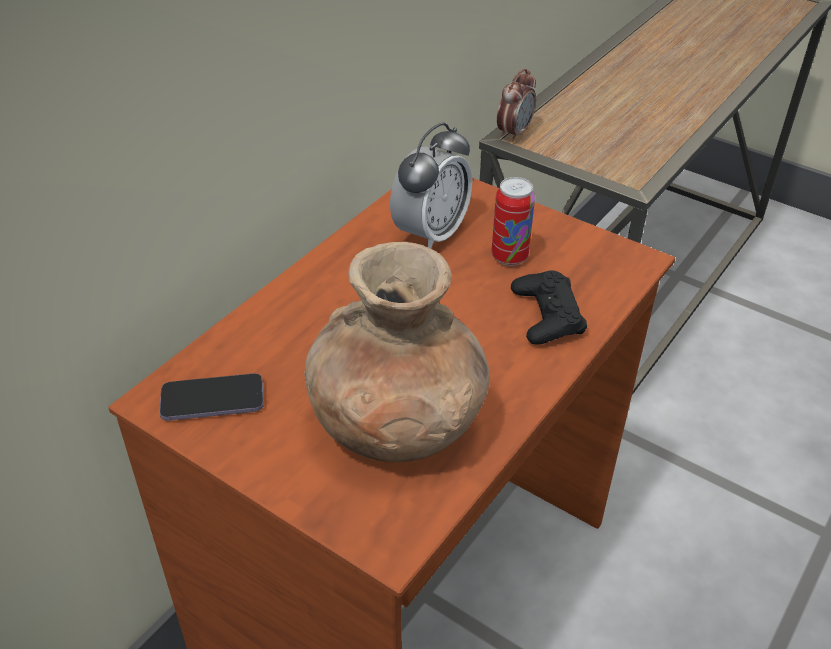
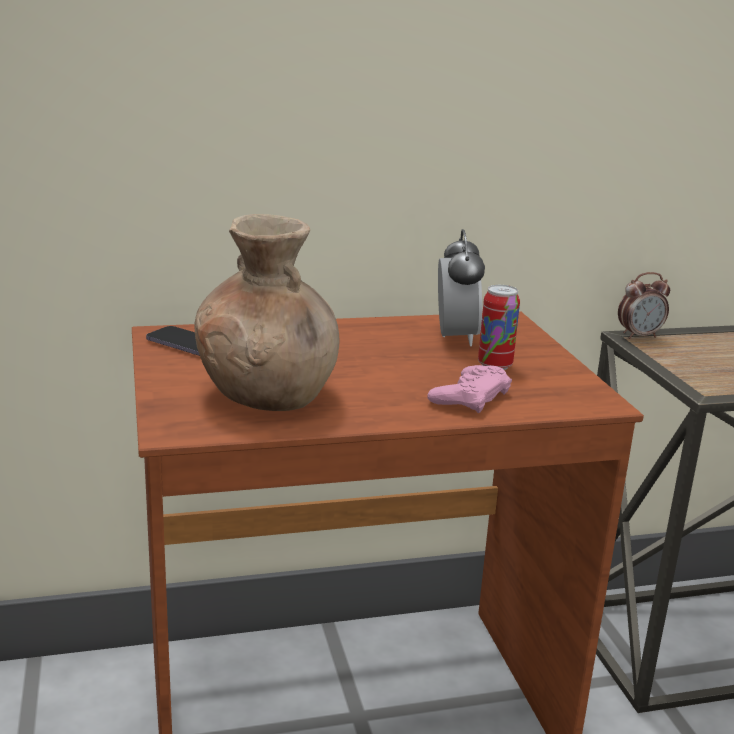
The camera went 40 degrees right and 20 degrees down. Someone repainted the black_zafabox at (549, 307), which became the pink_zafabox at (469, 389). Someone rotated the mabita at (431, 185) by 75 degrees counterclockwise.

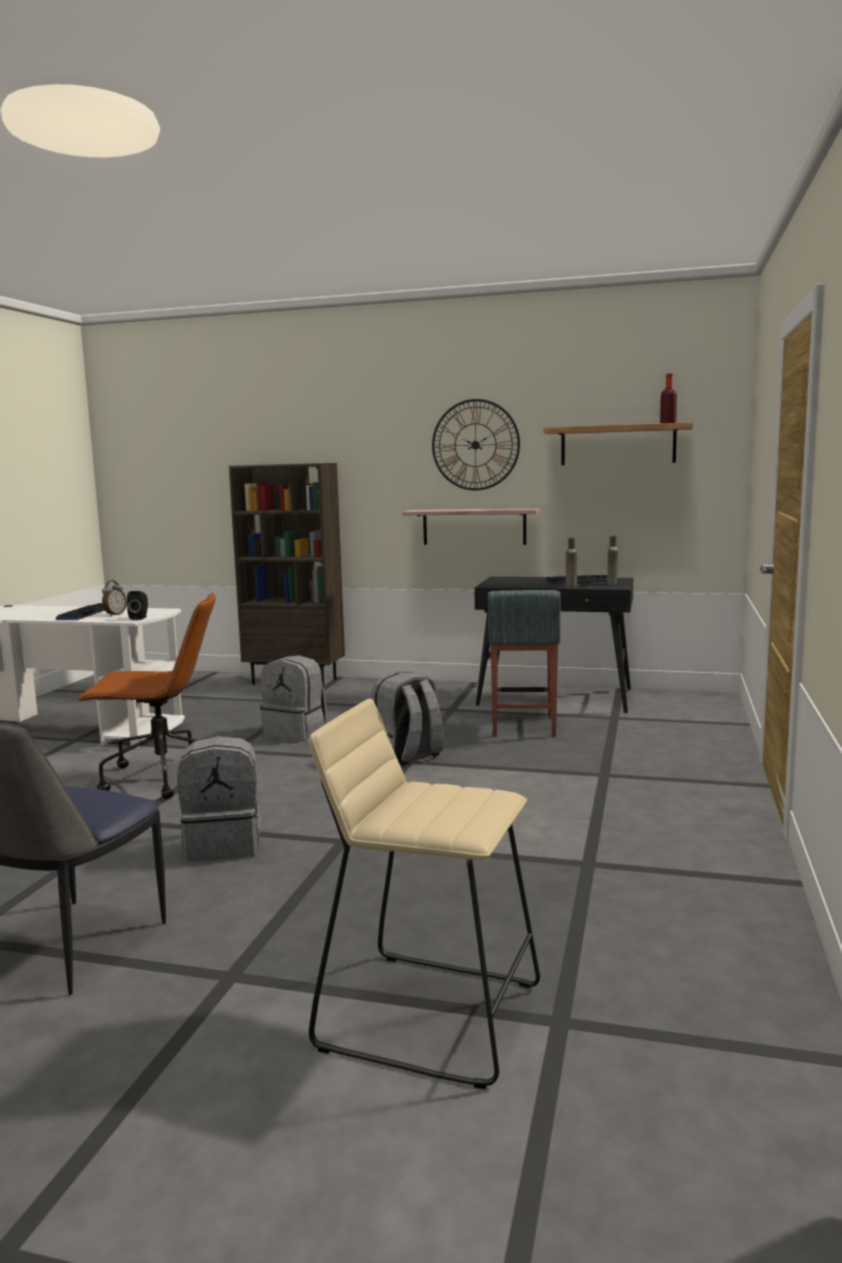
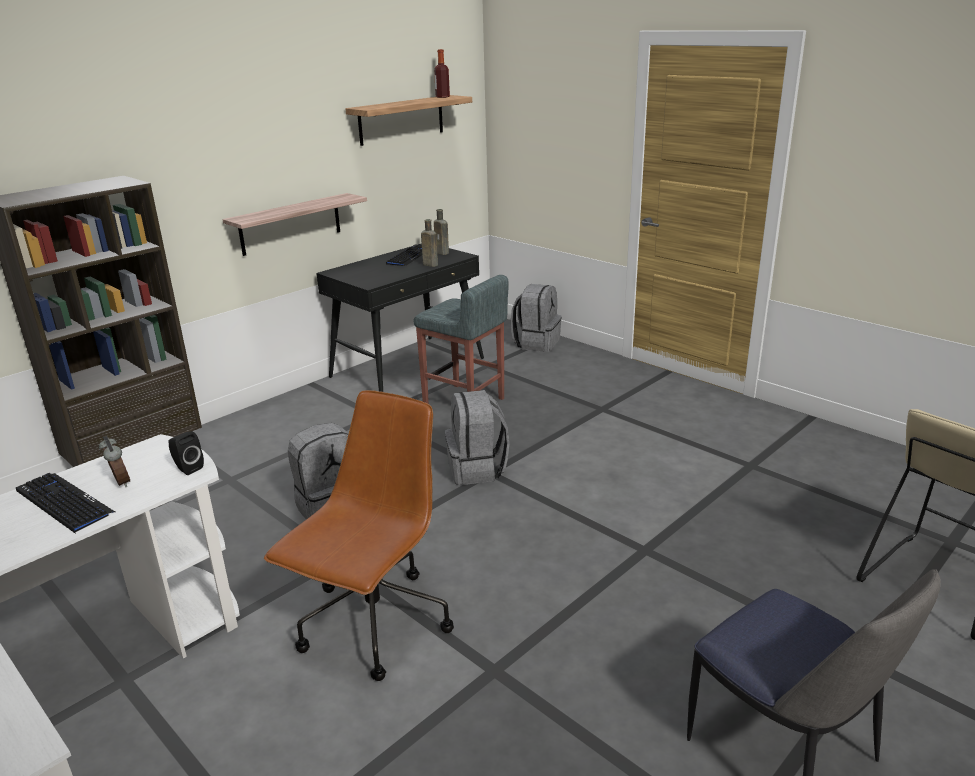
The camera went 60 degrees left and 15 degrees up. Someone took away the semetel at (476, 445). Someone carried the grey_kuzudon from (219, 798) to (536, 318).

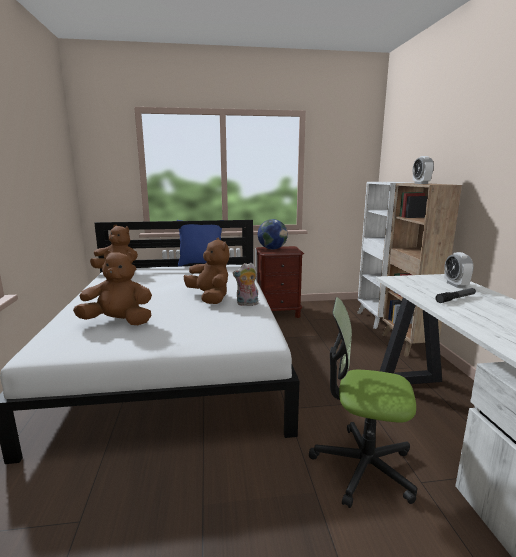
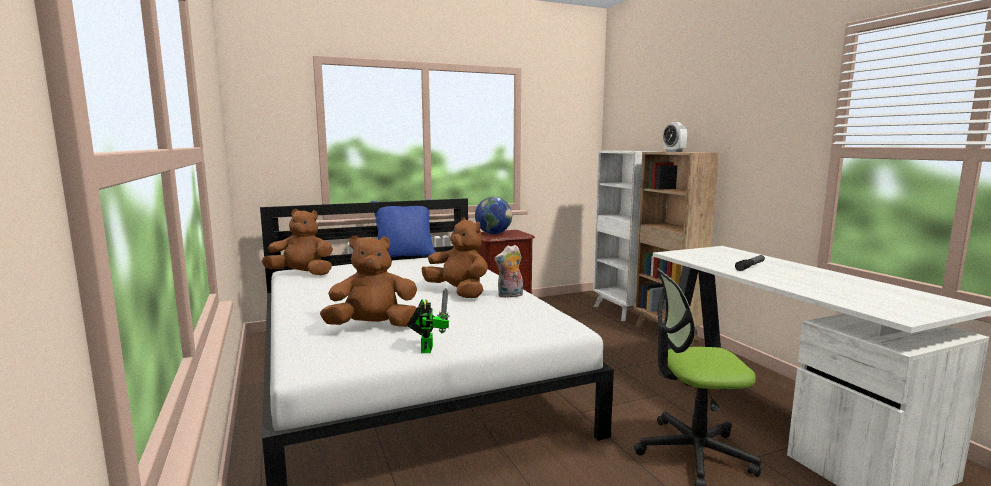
The camera went 15 degrees left and 5 degrees down. Someone took away the mabita at (459, 270). Someone put down the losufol at (428, 320).

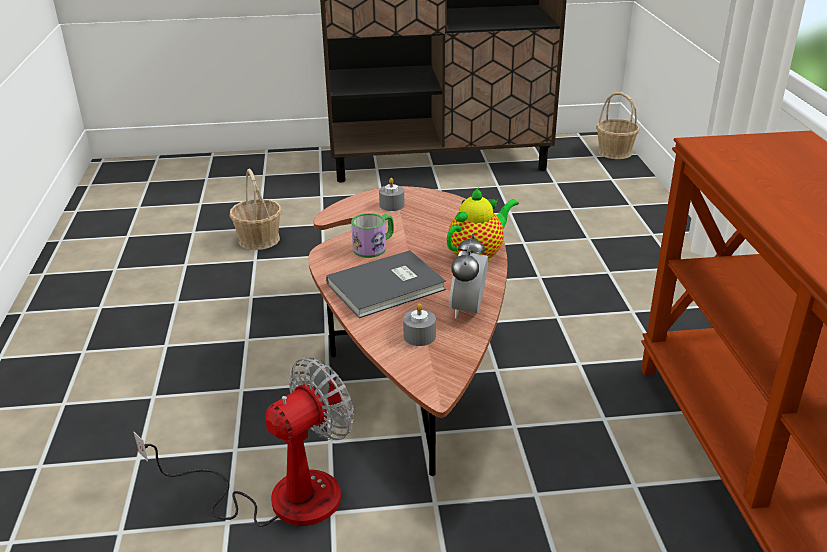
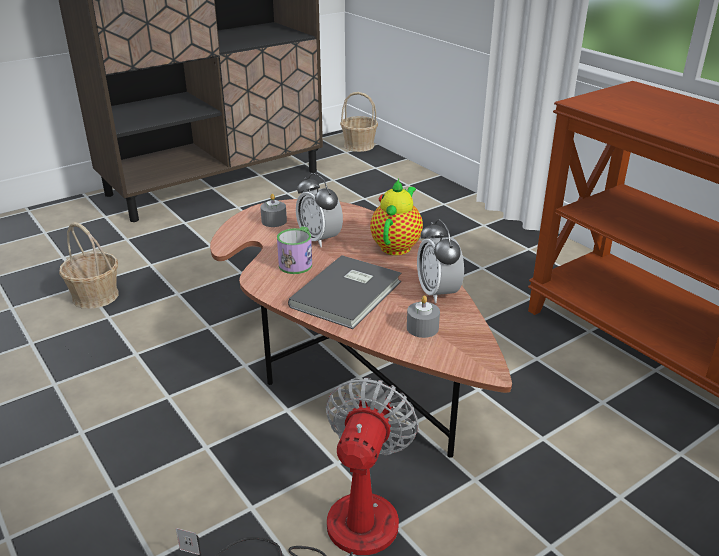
The camera went 30 degrees left and 0 degrees up. Someone put down the mabita at (319, 210).

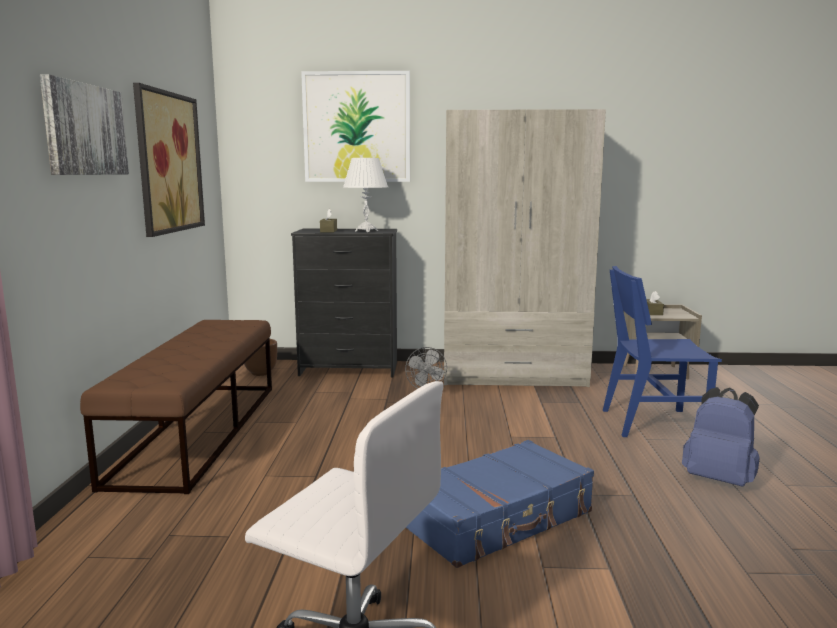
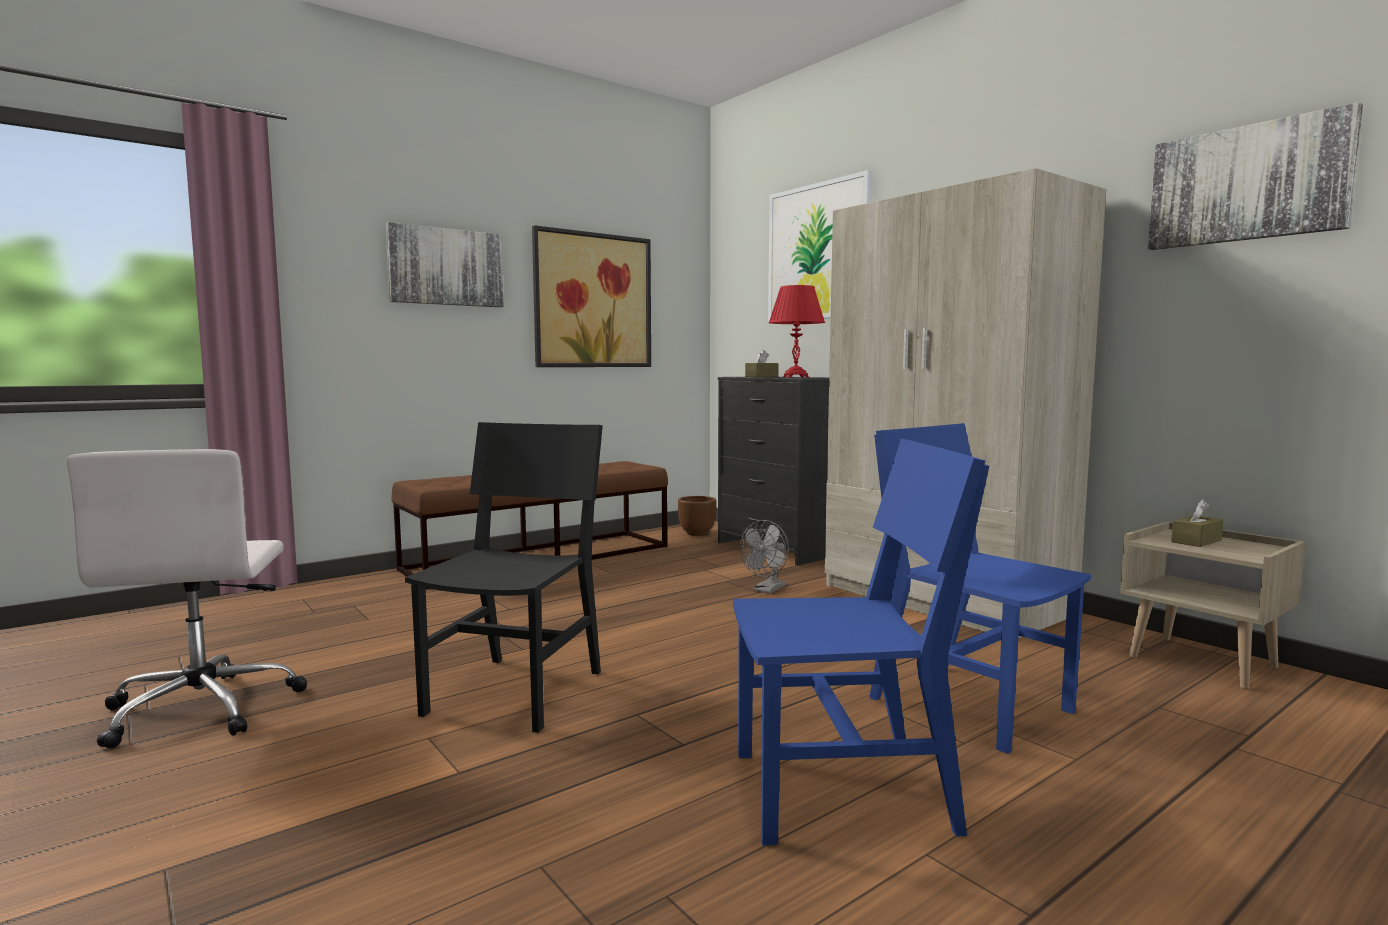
The camera went 50 degrees right and 5 degrees down. Someone put up the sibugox at (1255, 176). Someone swapped the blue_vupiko at (500, 504) for the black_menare at (504, 577). Someone swapped the blue_kuzudon at (721, 436) for the blue_menare at (861, 642). Someone repainted the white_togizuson at (365, 195), which became the red_togizuson at (797, 331).

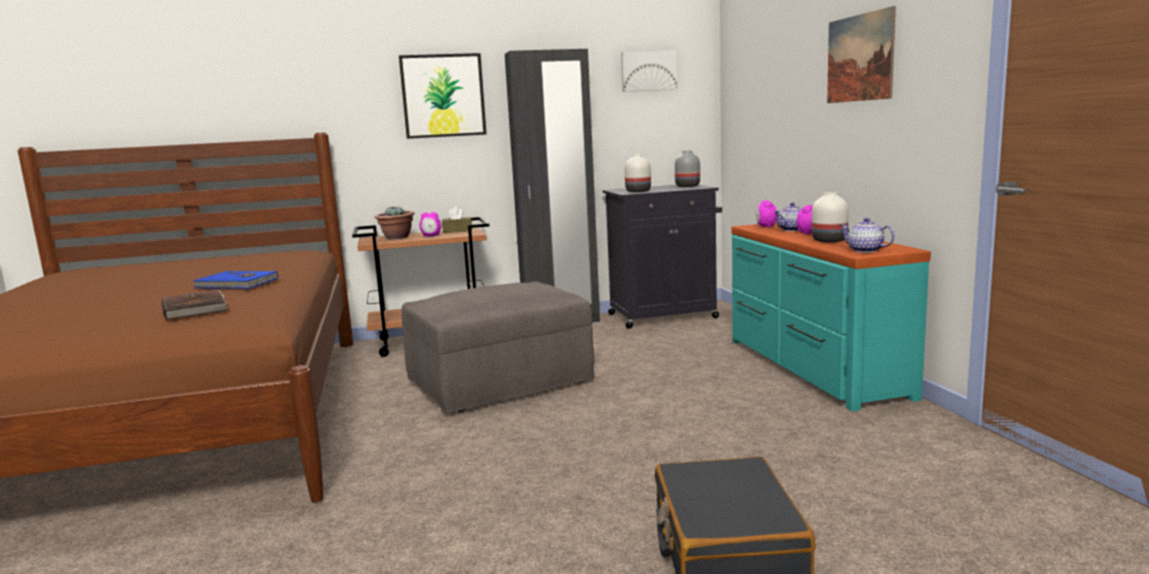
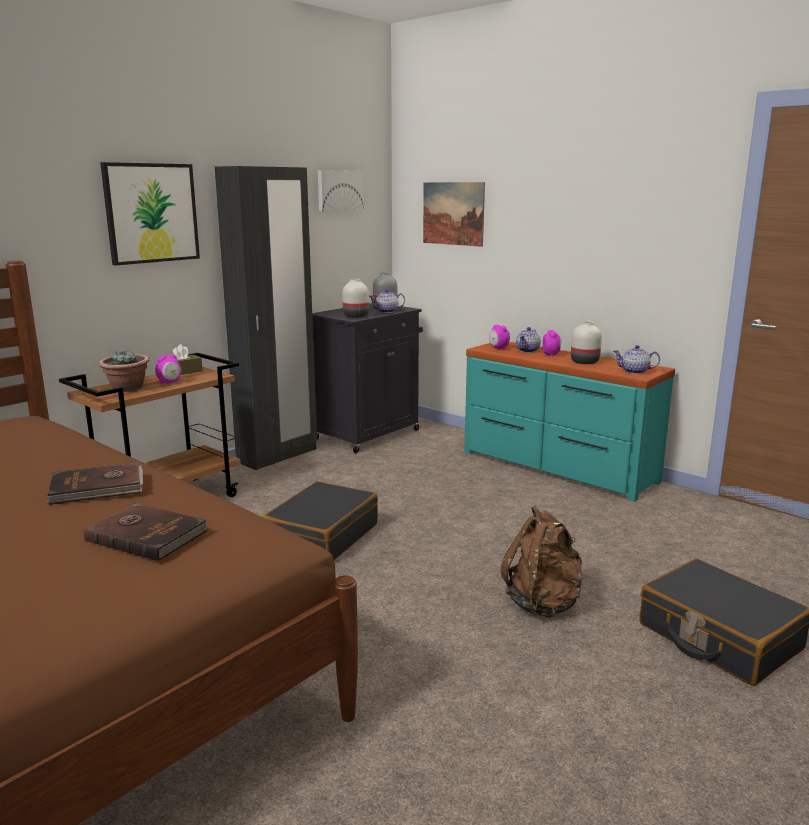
The camera went 35 degrees left and 5 degrees up. Someone put down the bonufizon at (387, 301). Someone put down the brown_kuzudon at (542, 562). Someone carried the sibugox from (861, 54) to (454, 214). Someone swapped the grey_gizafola at (498, 347) for the black_vupiko at (320, 520). Someone repainted the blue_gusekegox at (235, 280), which became the brown_gusekegox at (95, 483).

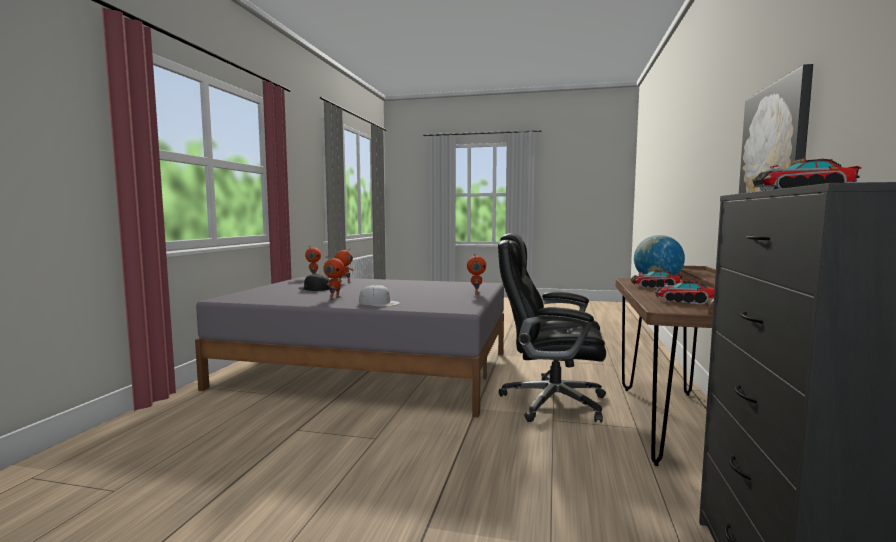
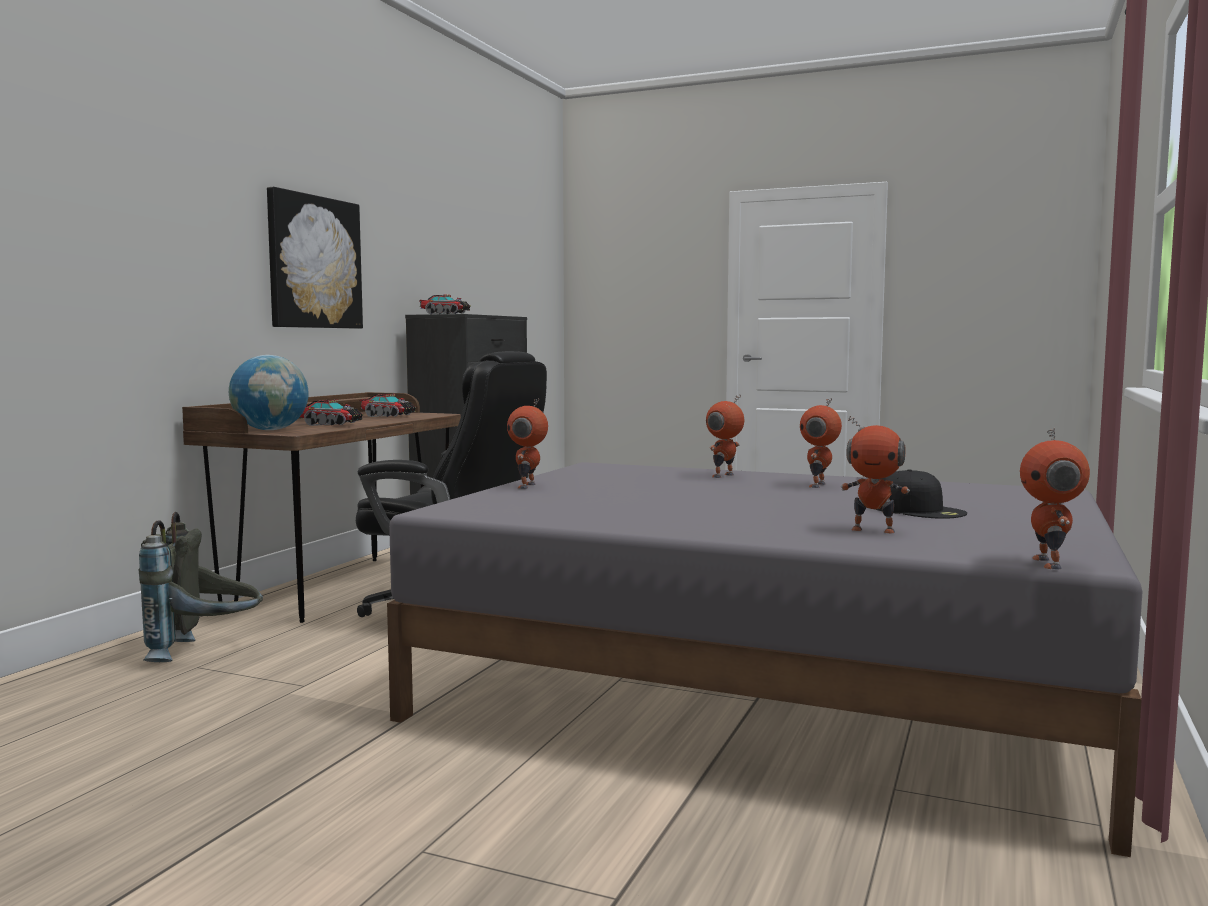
The camera went 170 degrees left and 0 degrees up. Someone put down the grey_kuzudon at (200, 587). Someone swapped the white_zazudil at (379, 296) for the losufol at (725, 436).

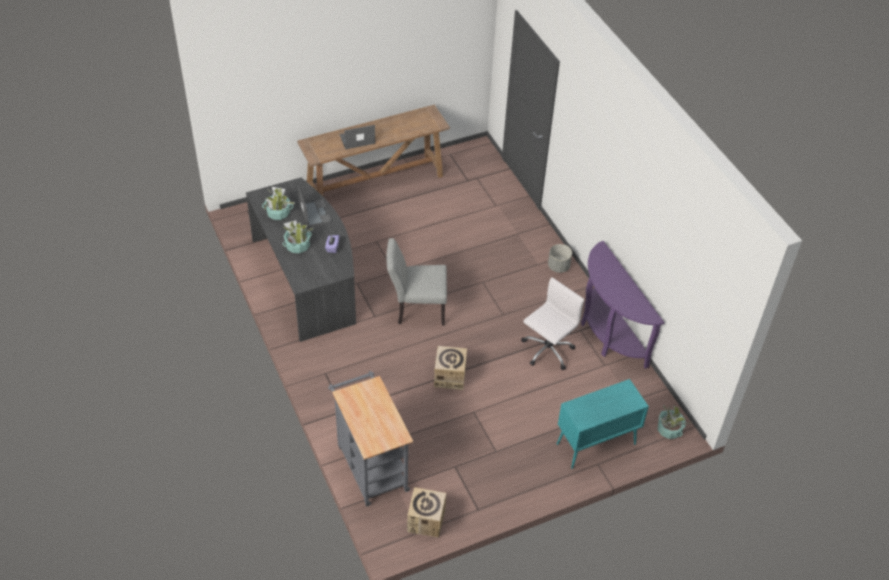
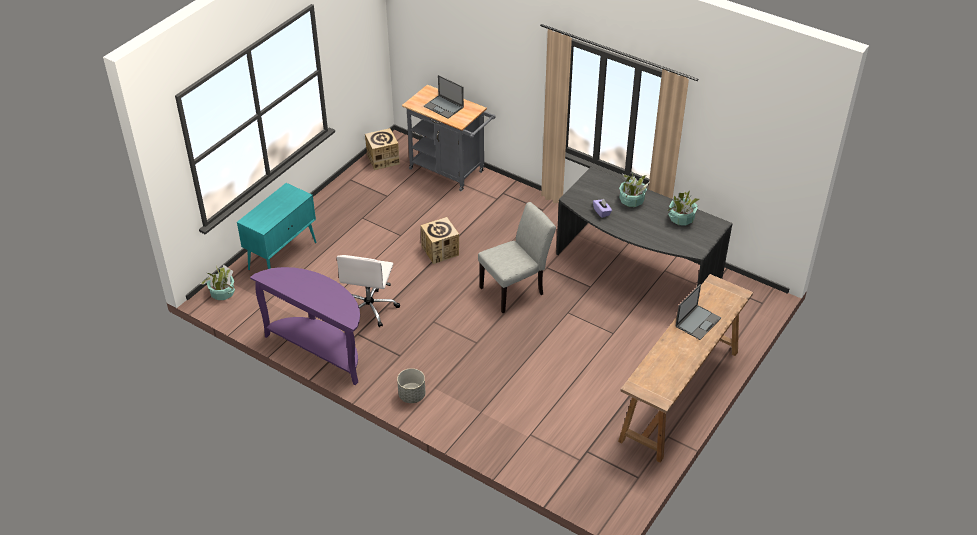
The camera went 150 degrees right and 5 degrees down. Someone carried the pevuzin from (314, 207) to (443, 96).

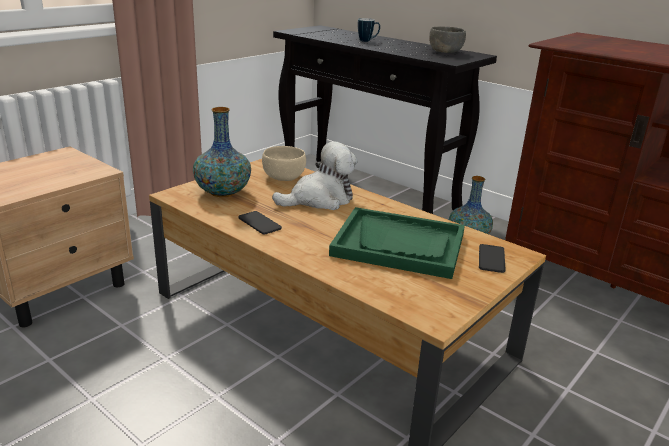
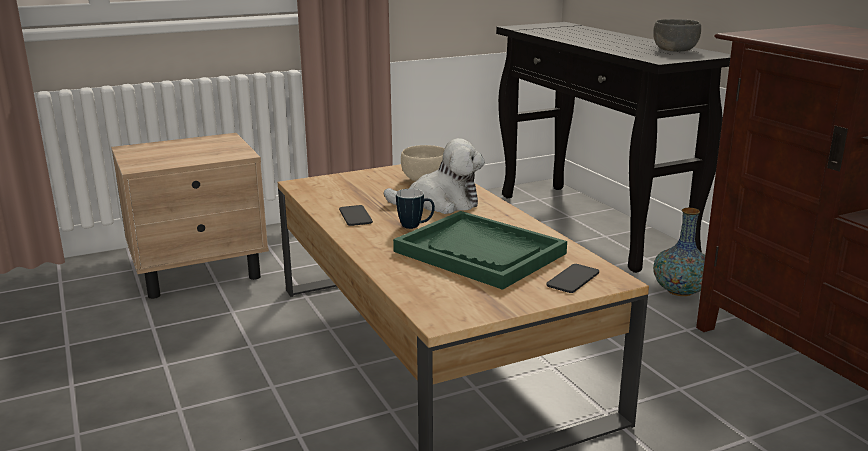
The camera went 25 degrees right and 5 degrees down. Someone took away the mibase at (222, 152). Someone carried the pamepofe from (369, 30) to (415, 209).

